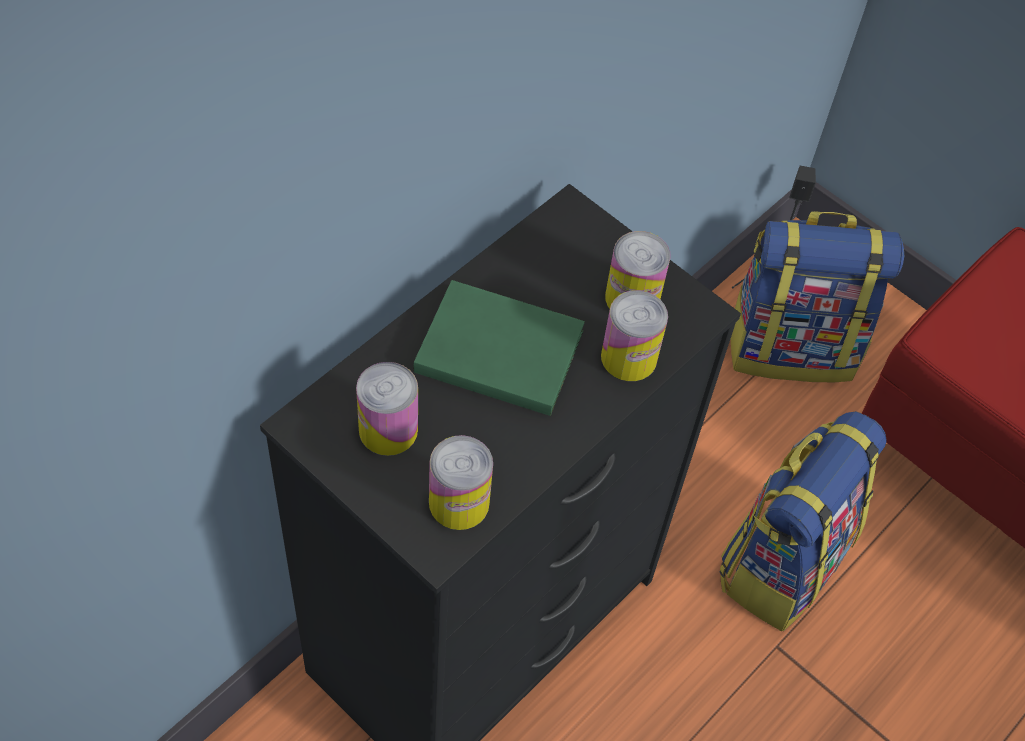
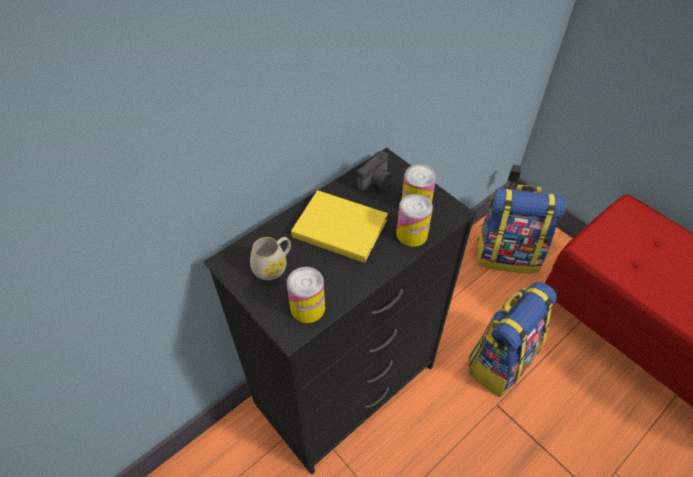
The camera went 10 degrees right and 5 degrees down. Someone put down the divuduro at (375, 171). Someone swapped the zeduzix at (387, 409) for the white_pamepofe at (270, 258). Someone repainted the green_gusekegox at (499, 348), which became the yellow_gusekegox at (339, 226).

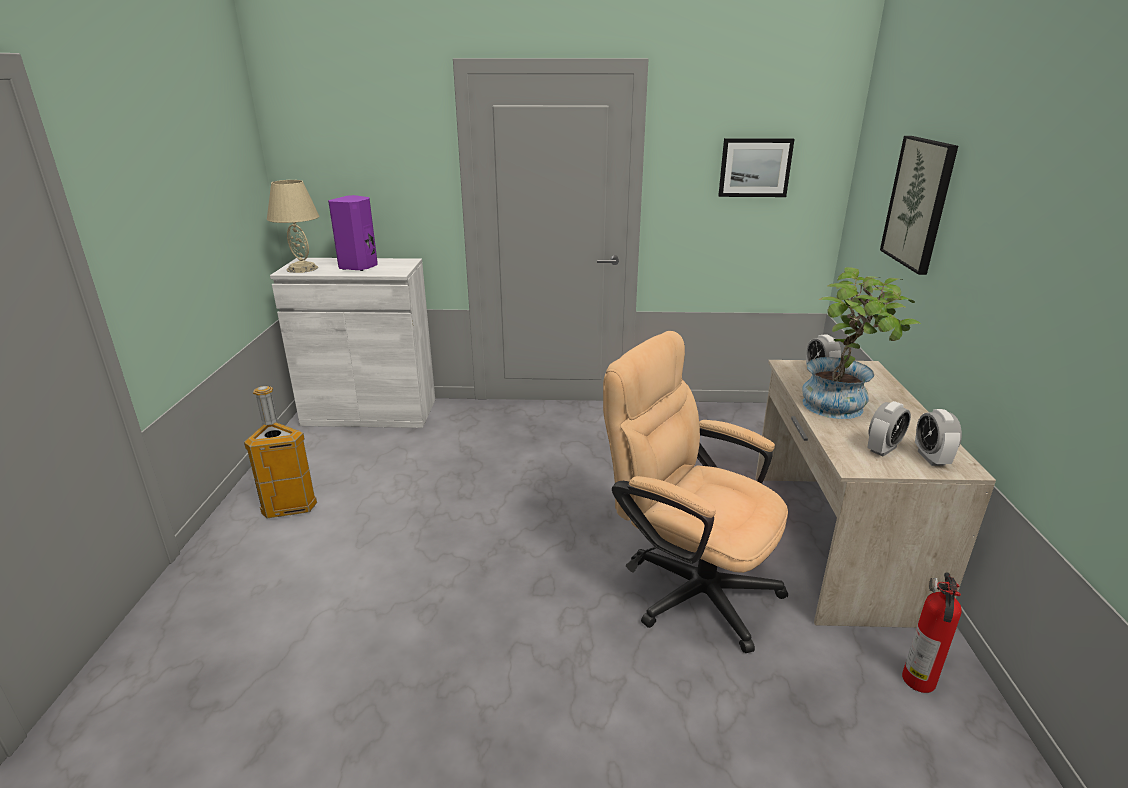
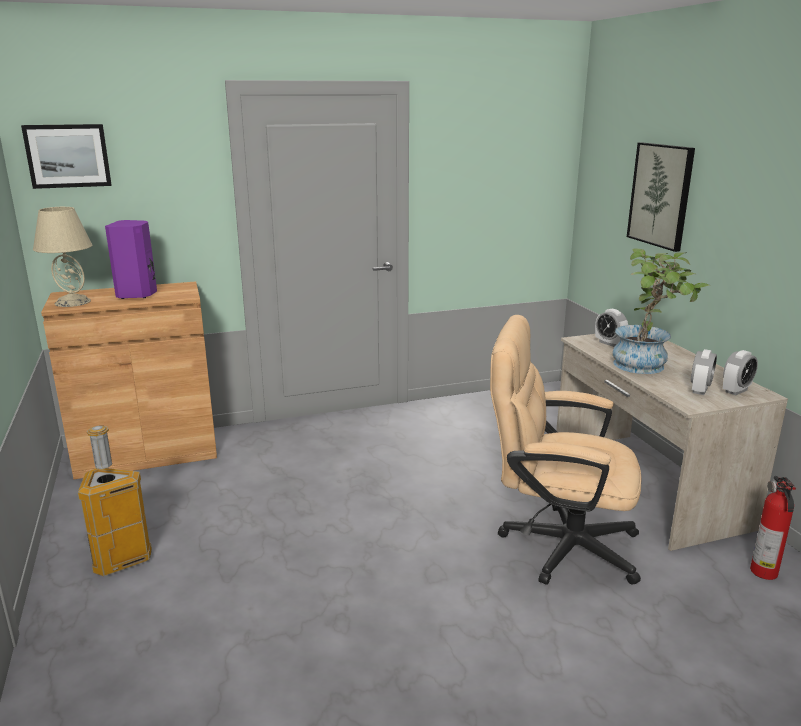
The camera went 20 degrees left and 5 degrees down. Someone carried the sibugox from (756, 167) to (66, 156). Someone repainted the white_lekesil at (352, 343), which became the brown_lekesil at (129, 380). Someone rotated the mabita at (938, 437) by 105 degrees counterclockwise.

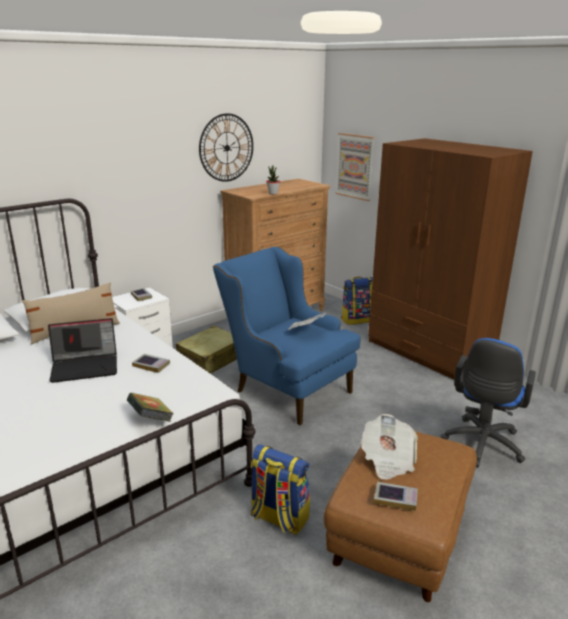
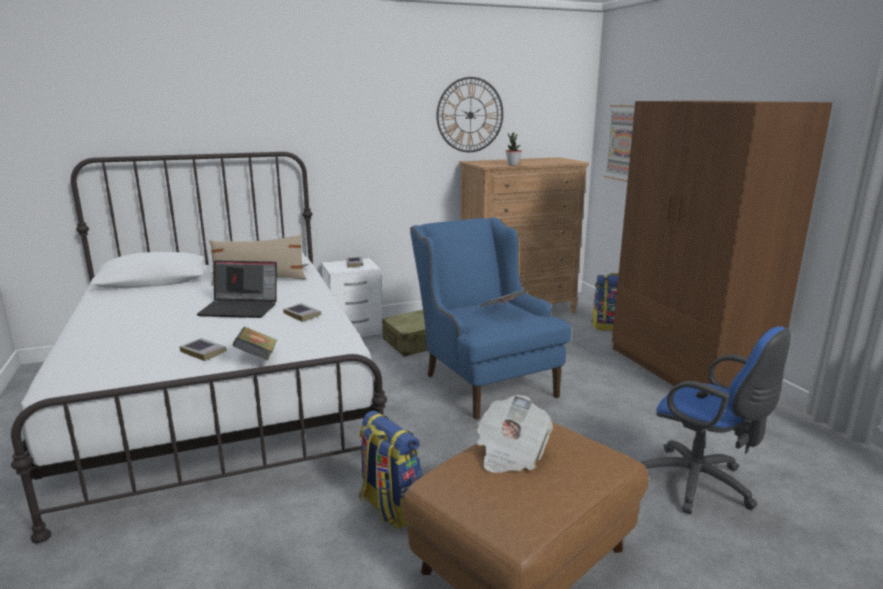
The camera went 20 degrees right and 5 degrees down. Someone carried the gusekegox from (396, 496) to (203, 349). Someone rotated the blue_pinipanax at (488, 403) by 90 degrees counterclockwise.

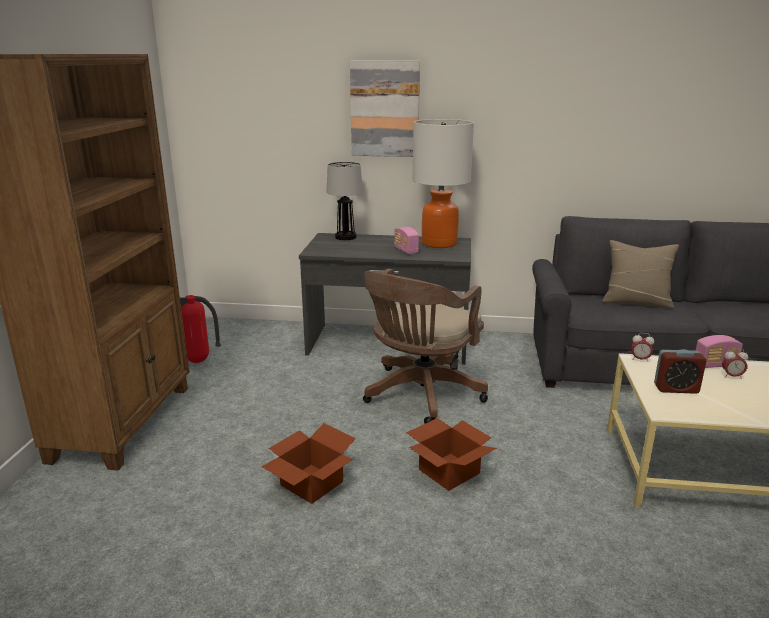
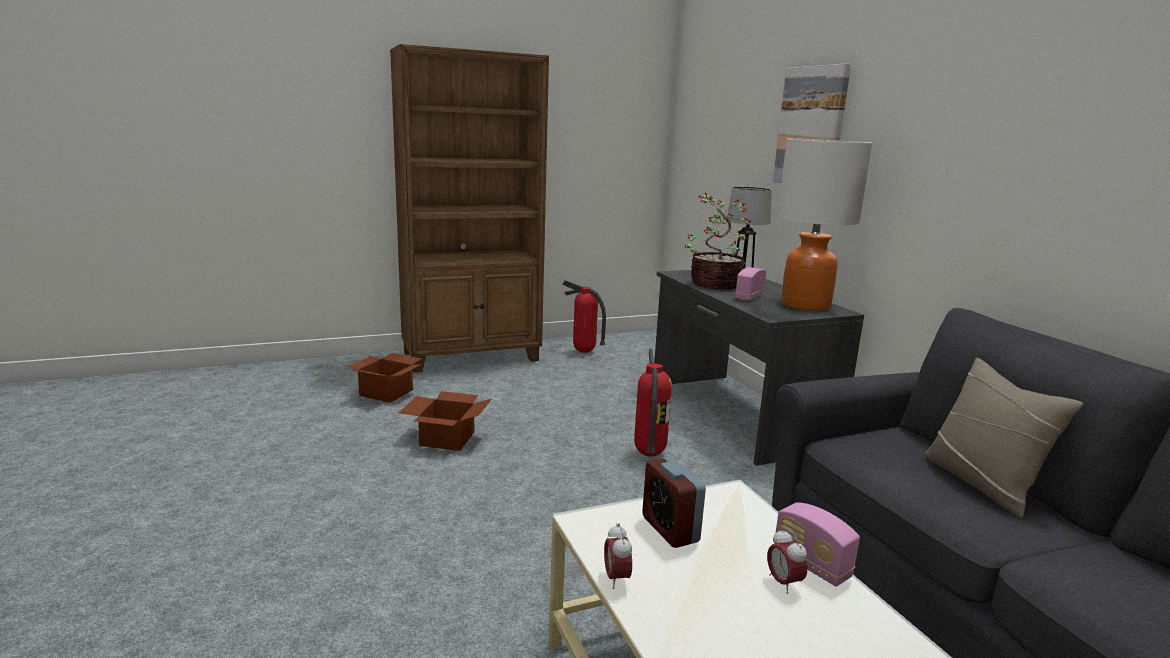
The camera went 60 degrees right and 5 degrees down. Someone put down the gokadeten at (718, 241). Someone carried the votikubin from (451, 454) to (384, 378). Someone carried the mabita from (643, 347) to (618, 556). Someone swapped the brown_pinipanax at (425, 346) for the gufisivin at (653, 403).

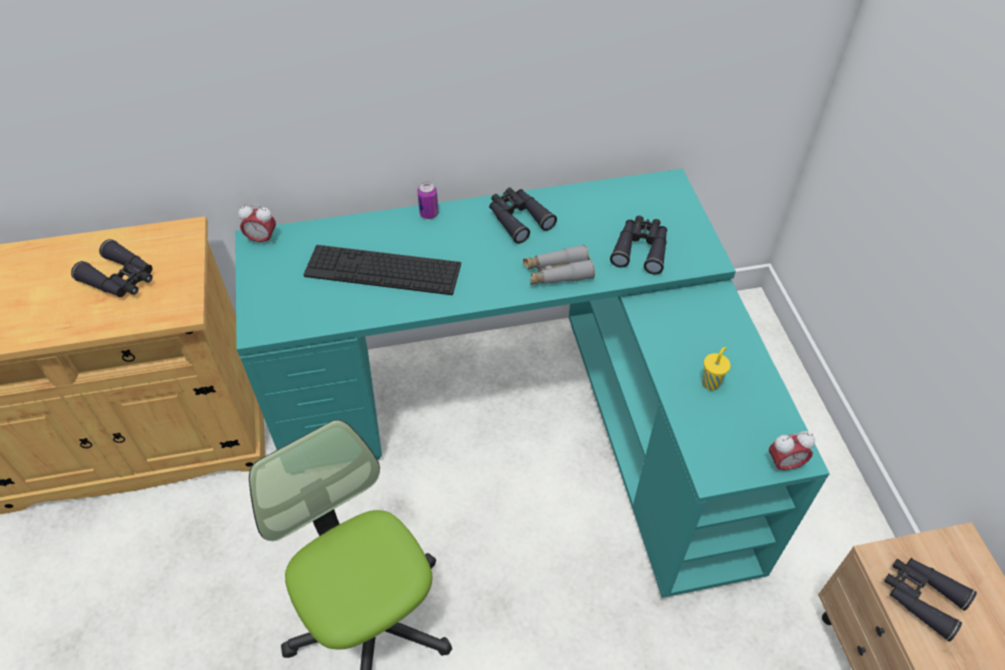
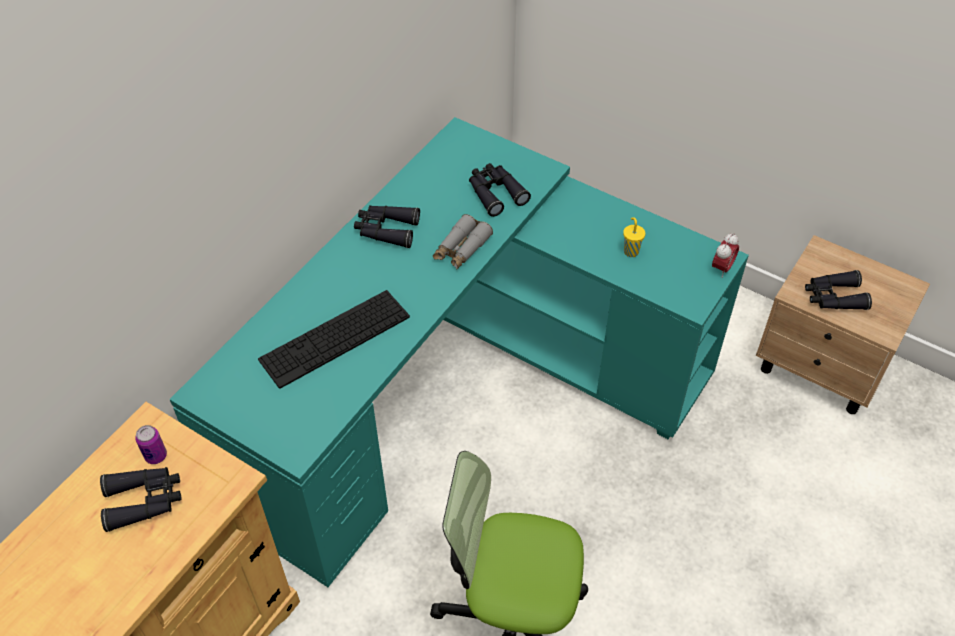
The camera went 45 degrees left and 0 degrees up. Someone took away the mabita at (257, 224). Someone carried the zeduzix from (427, 200) to (151, 444).

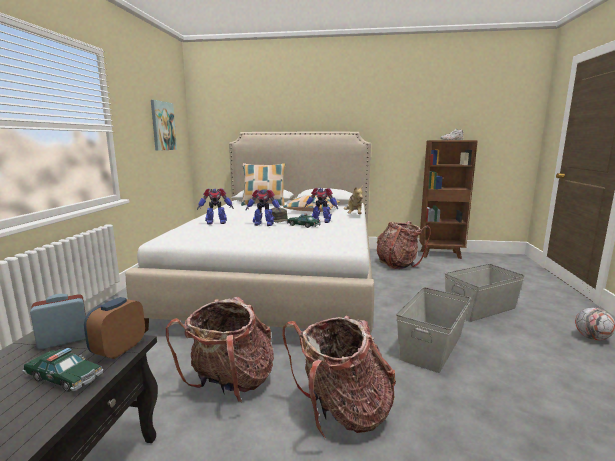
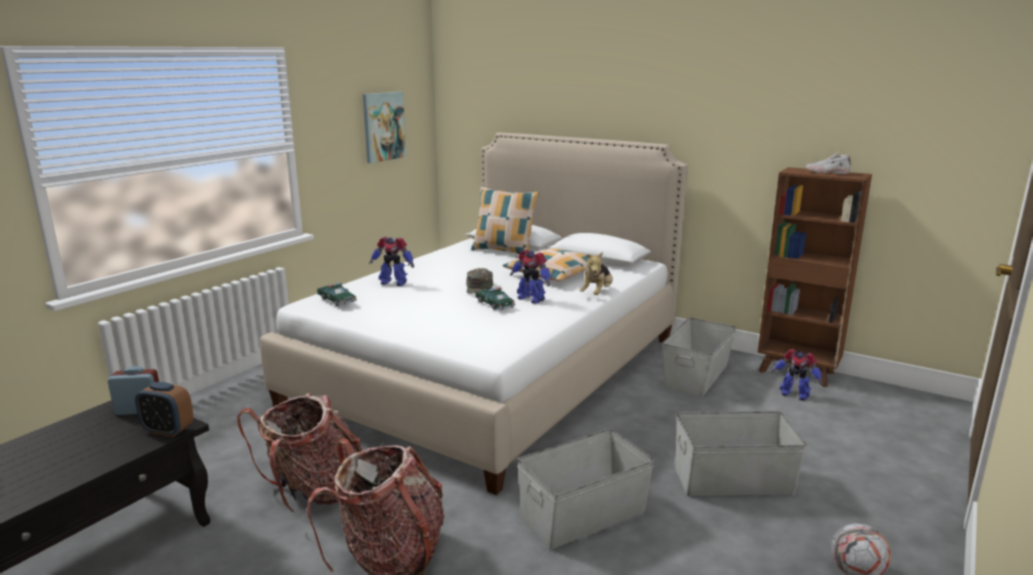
The camera went 25 degrees right and 5 degrees up. Someone carried the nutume from (62, 370) to (336, 294). Someone carried the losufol from (263, 207) to (797, 375). Someone swapped the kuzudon at (404, 245) for the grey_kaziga at (699, 357). Someone rotated the mabita at (114, 328) by 120 degrees counterclockwise.

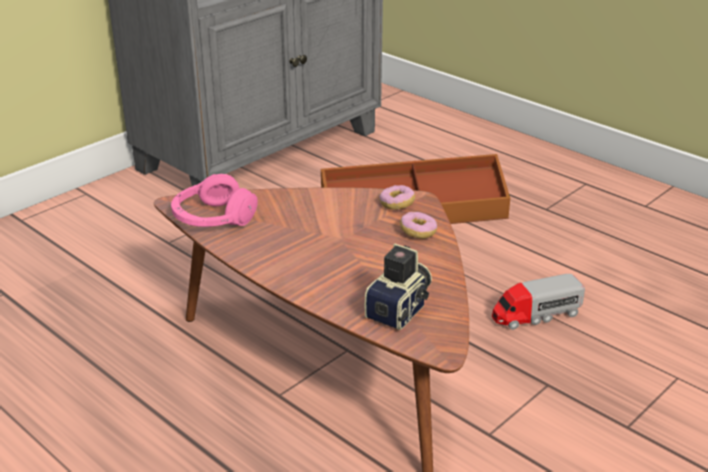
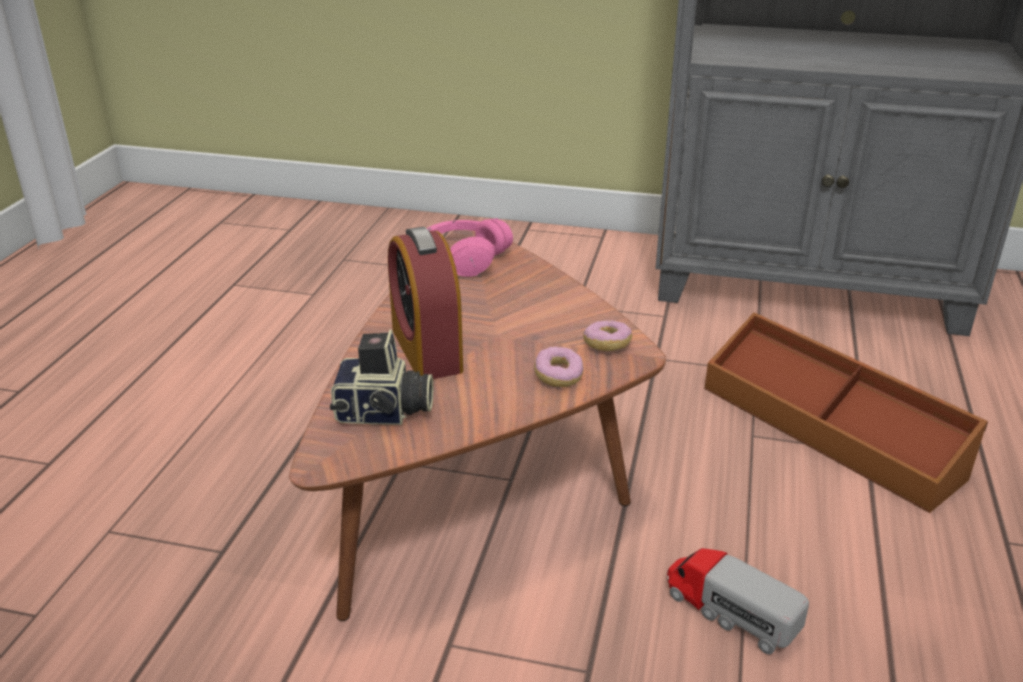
The camera went 60 degrees right and 0 degrees up. Someone put down the mabita at (425, 303).

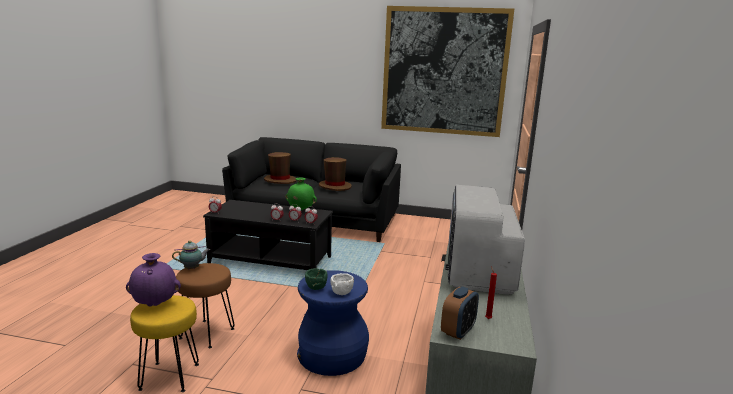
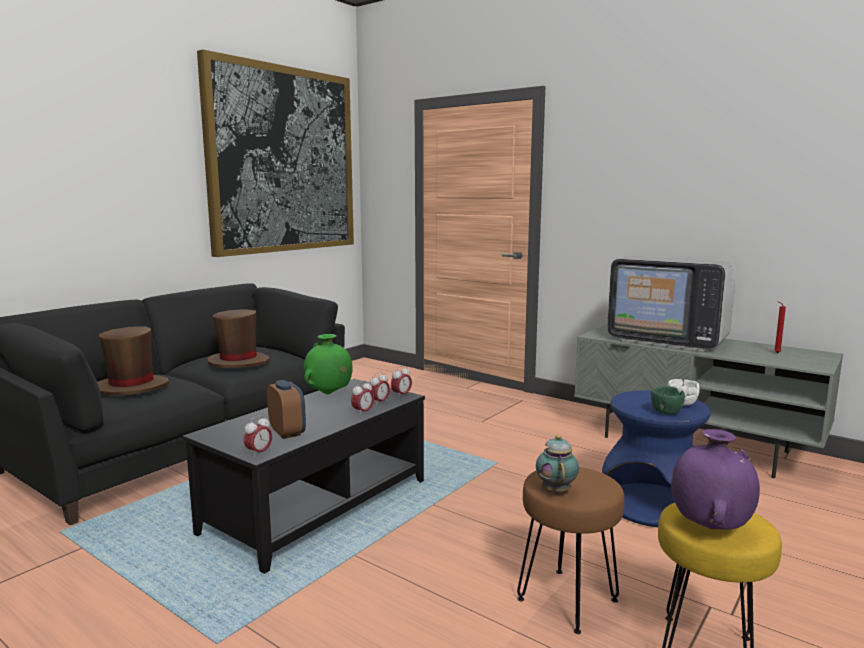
The camera went 65 degrees left and 5 degrees down. Someone carried the mabita from (460, 313) to (286, 409).

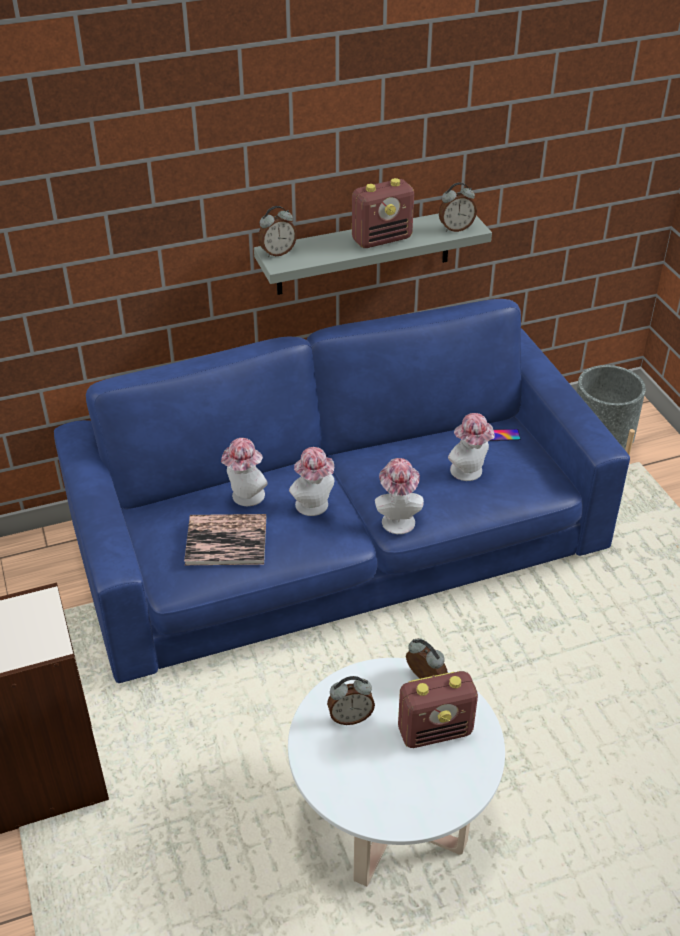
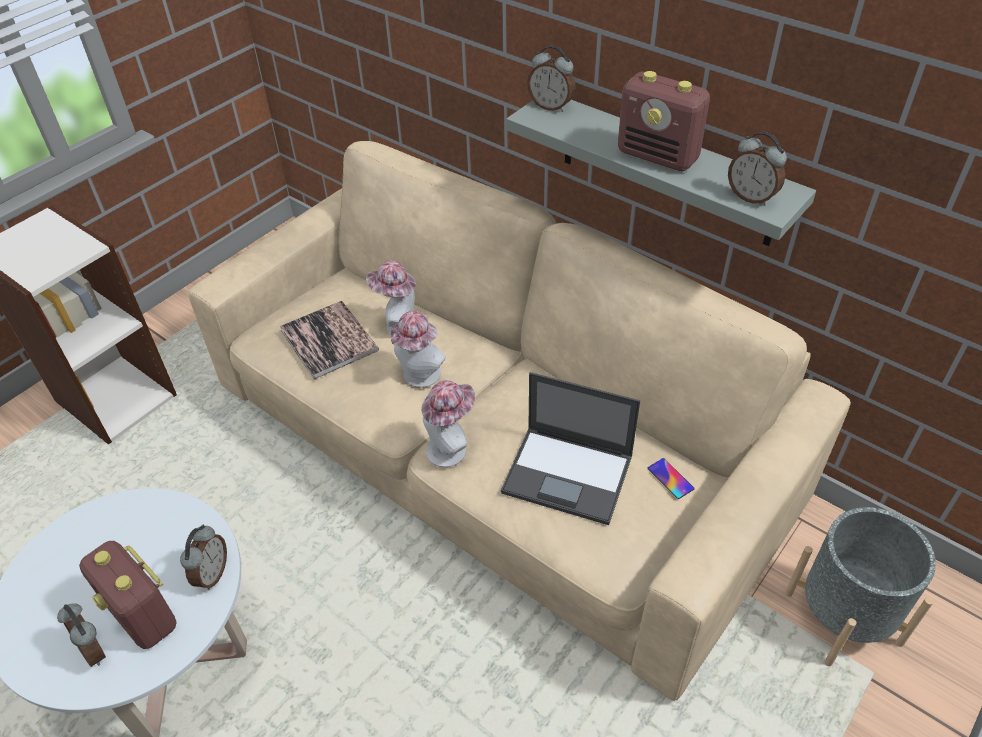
The camera went 60 degrees right and 5 degrees up. Someone carried the mabita from (351, 700) to (81, 635). Someone swapped the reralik at (471, 447) for the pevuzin at (570, 448). Someone repainted the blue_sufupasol at (342, 491), which became the beige_sufupasol at (519, 421).

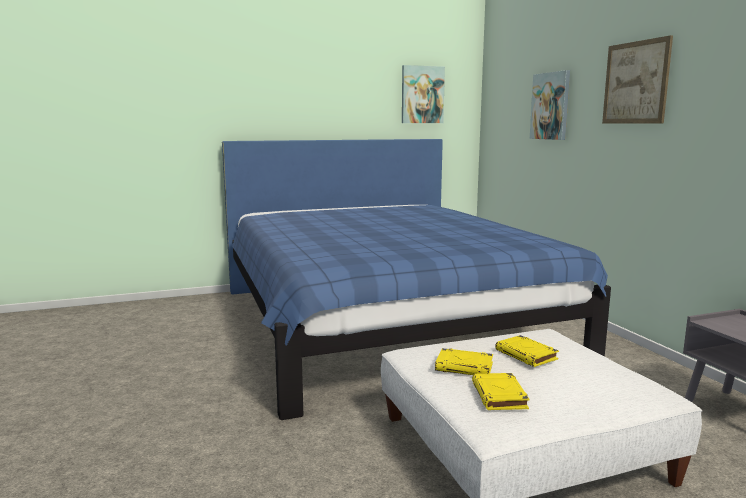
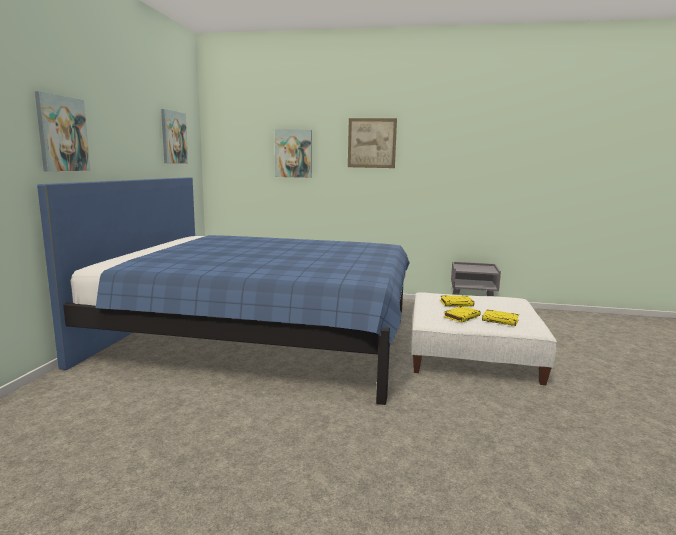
The camera went 60 degrees left and 0 degrees up. Someone put up the sibugox at (62, 131).

